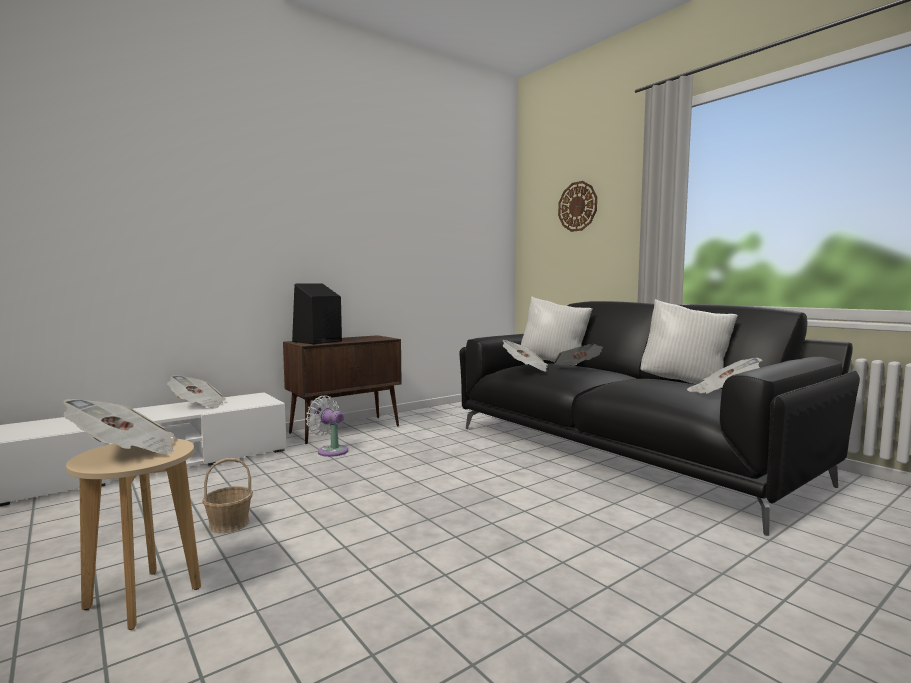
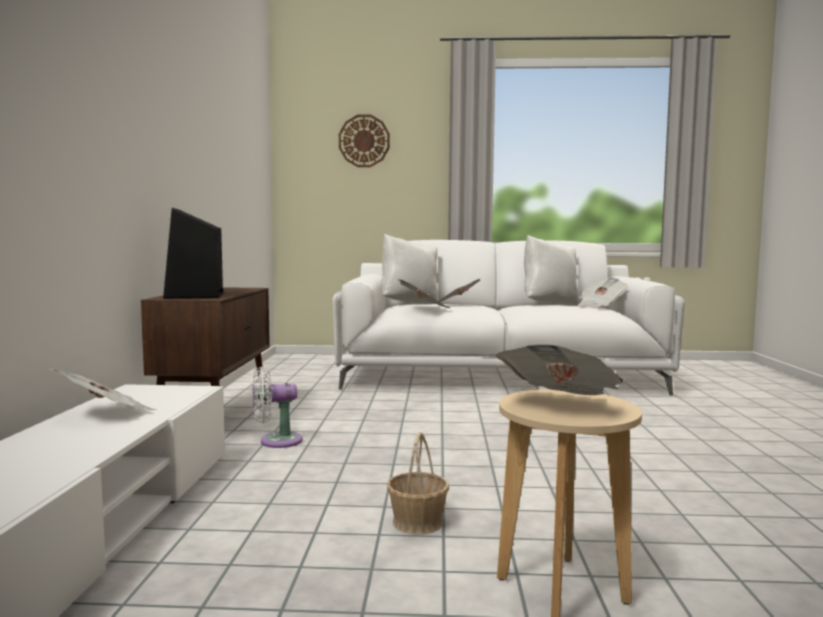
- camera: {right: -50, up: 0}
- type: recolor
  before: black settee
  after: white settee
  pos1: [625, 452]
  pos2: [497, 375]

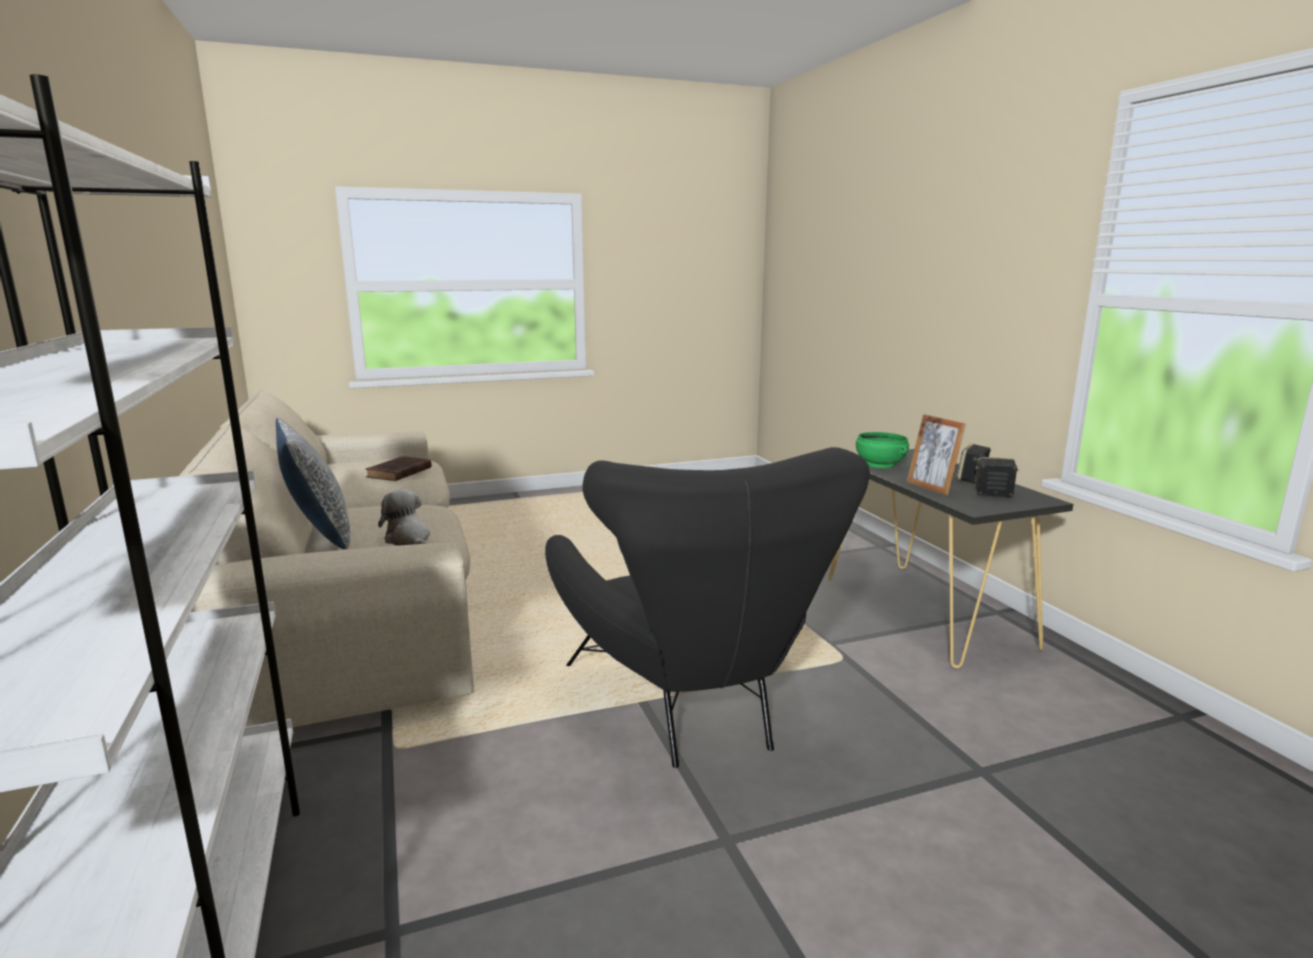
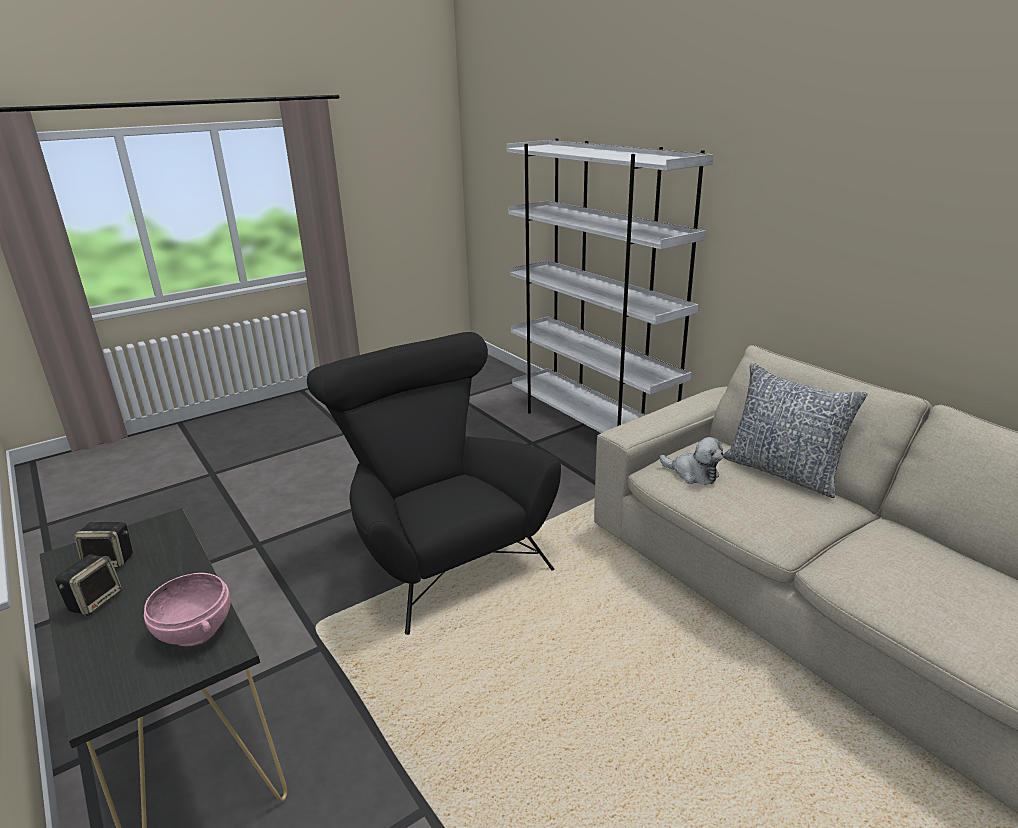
- camera: {right: 165, up: 10}
- type: delete
  before: brown-coloured bound book
  pos1: [398, 473]
- type: delete
  before: picture frame
  pos1: [931, 487]
- type: recolor
  before: greenish deep dish
  after: pink-coloured deep dish
  pos1: [879, 465]
  pos2: [196, 630]

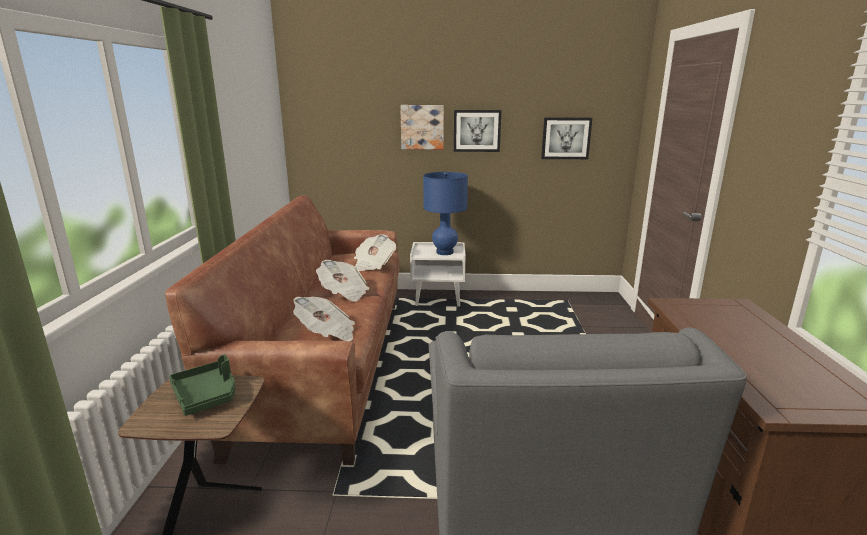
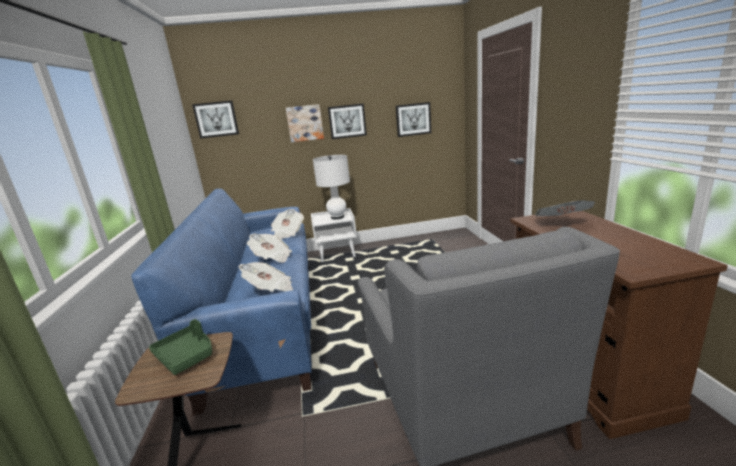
- camera: {right: -10, up: 0}
- type: insert
  after: wall picture
  pos2: [216, 119]
- type: insert
  after: printed paper
  pos2: [562, 223]
- type: recolor
  before: brown-coloured settee
  after: blue-coloured settee
  pos1: [327, 365]
  pos2: [265, 318]
- type: recolor
  before: blue-coloured table lamp
  after: white table lamp
  pos1: [444, 252]
  pos2: [337, 217]

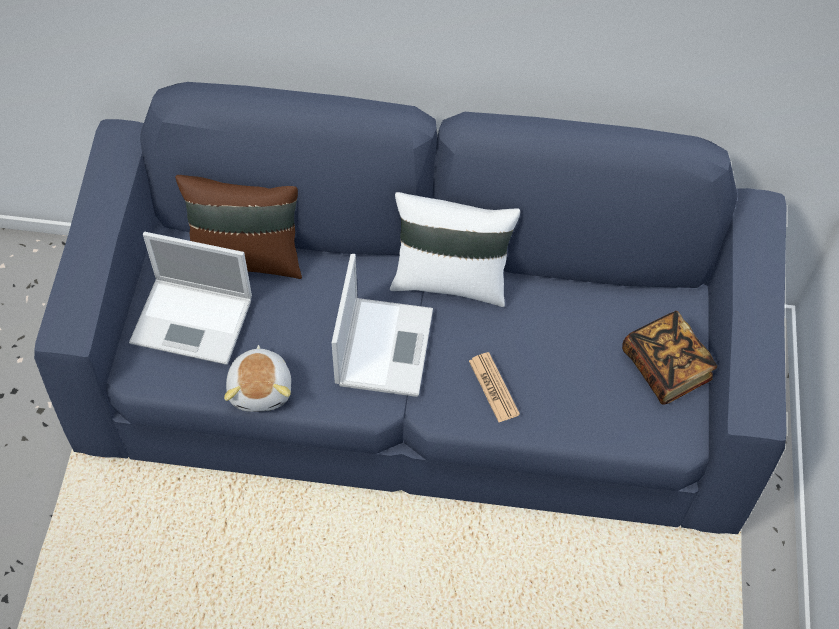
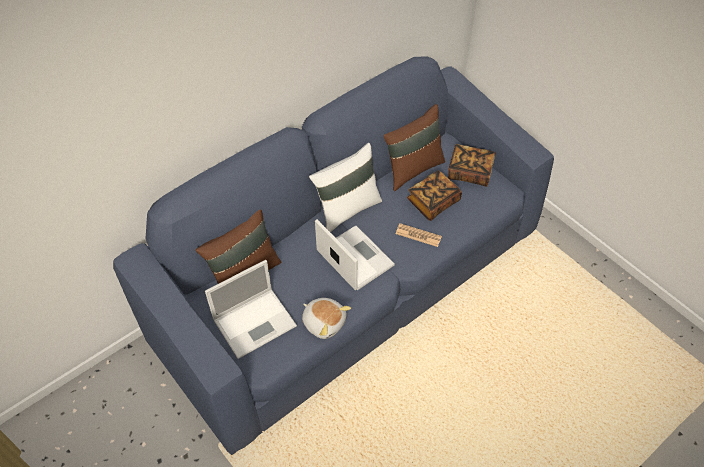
- camera: {right: -45, up: -5}
- type: insert
  after: brown-coloured throw pillow
  pos2: [412, 169]
- type: insert
  after: bound book
  pos2: [433, 202]

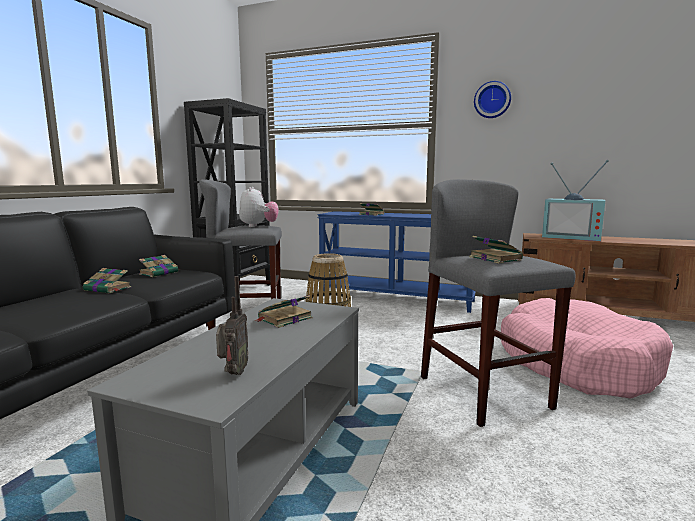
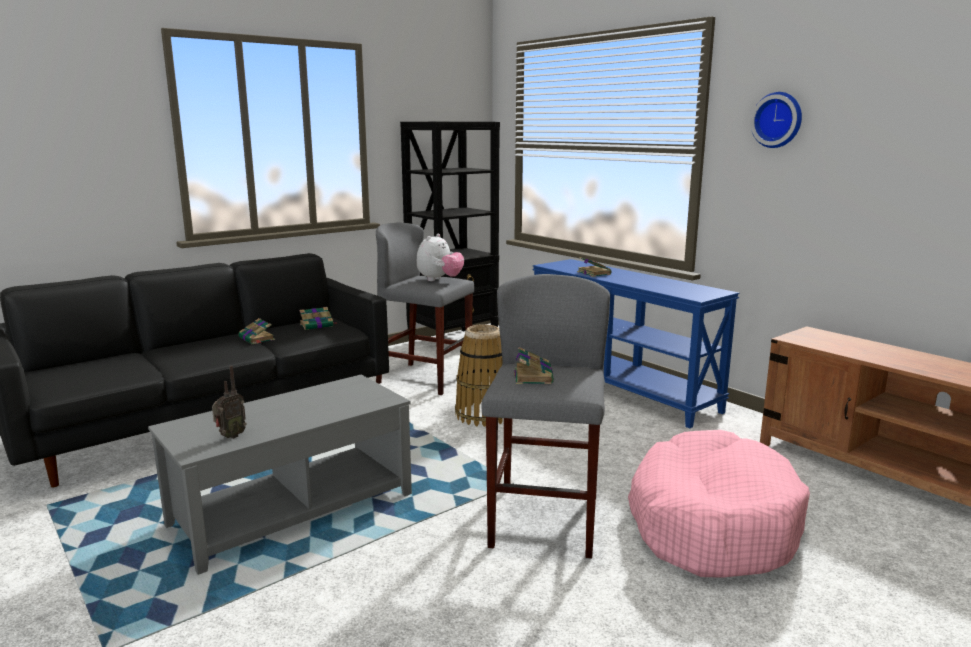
- camera: {right: 30, up: 5}
- type: delete
  before: bound book
  pos1: [284, 319]
- type: delete
  before: TV set
  pos1: [572, 237]

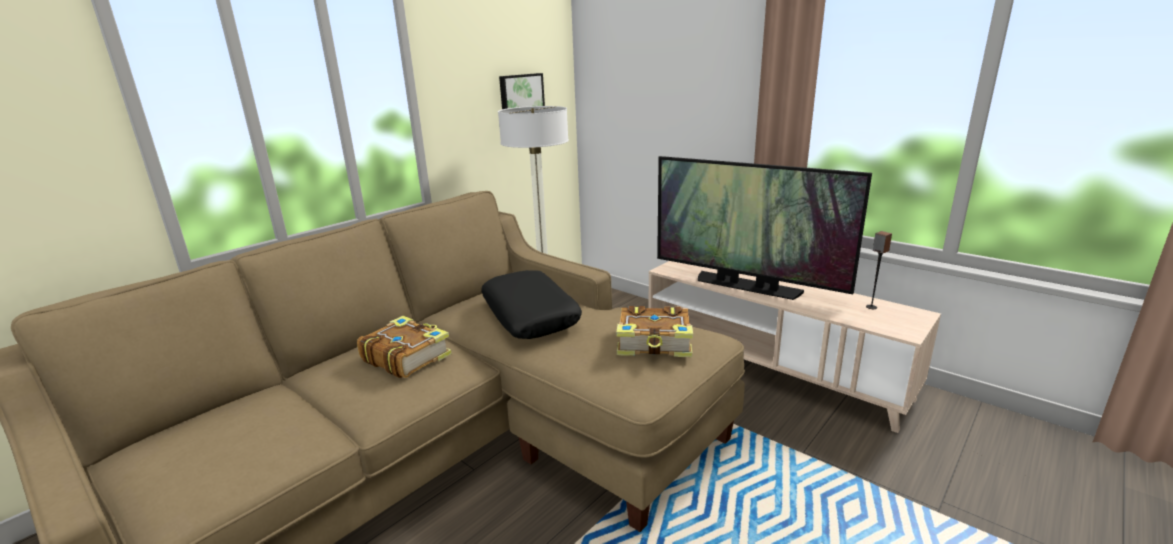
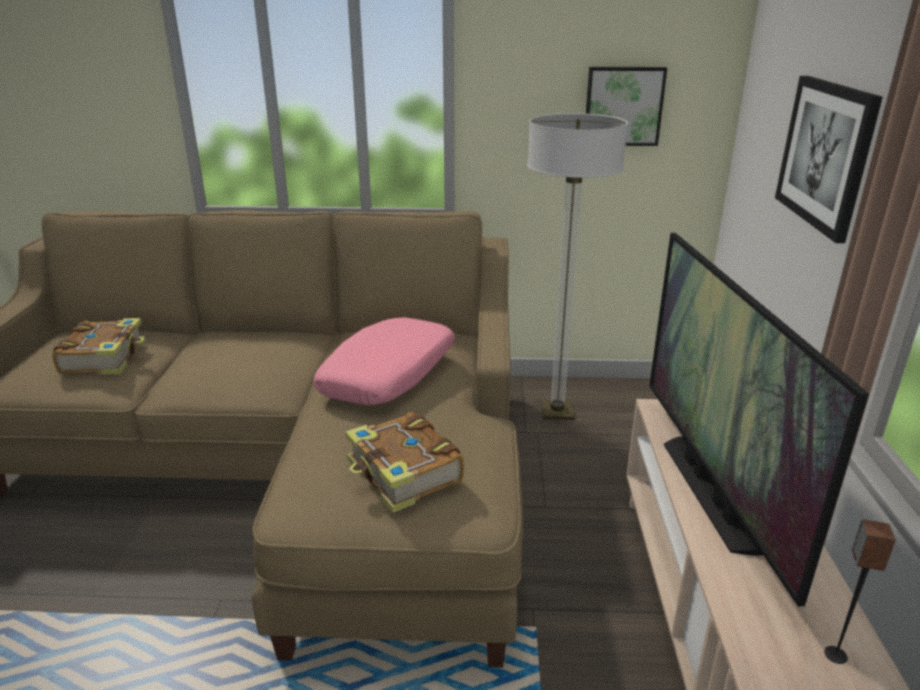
- camera: {right: 50, up: 5}
- type: insert
  after: wall picture
  pos2: [825, 154]
- type: move
  before: bound book
  pos1: [406, 357]
  pos2: [105, 358]
- type: recolor
  before: black throw pillow
  after: pink-coloured throw pillow
  pos1: [530, 315]
  pos2: [389, 375]

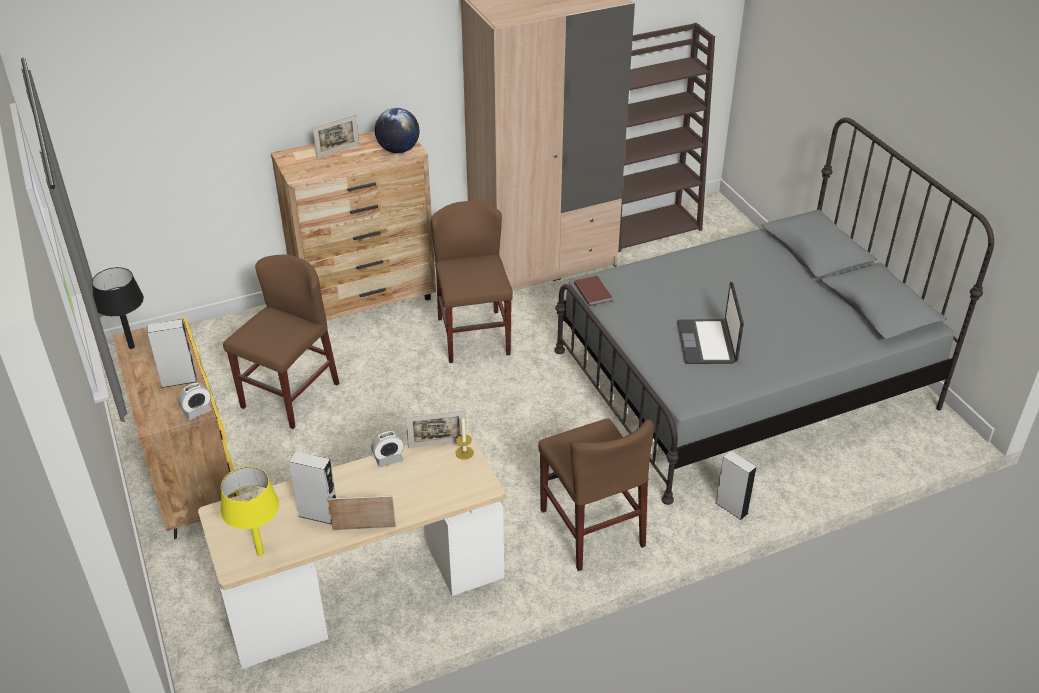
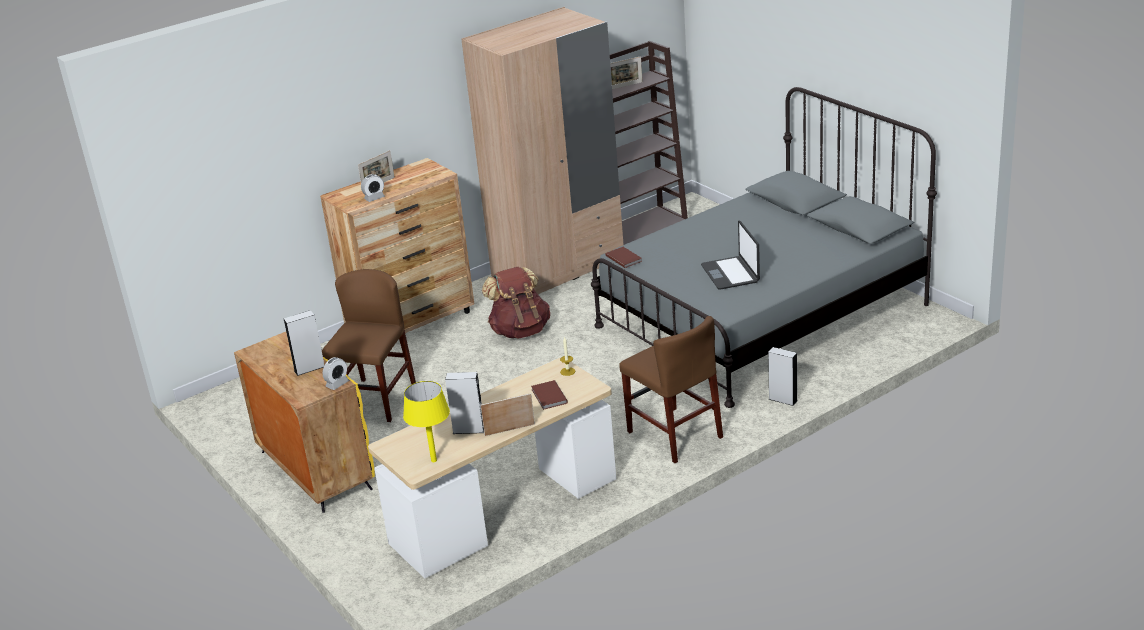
- camera: {right: -10, up: -10}
- type: delete
  before: black table lamp
  pos1: [131, 347]
- type: delete
  before: globe
  pos1: [398, 150]
- type: insert
  after: brown-coloured bound book
  pos2: [548, 397]
- type: move
  before: bedside clock
  pos1: [389, 459]
  pos2: [374, 198]
- type: move
  before: picture frame
  pos1: [437, 444]
  pos2: [625, 86]
- type: replace
  before: brown-coloured plain chair
  after: brown-coloured knapsack
  pos1: [473, 336]
  pos2: [520, 330]

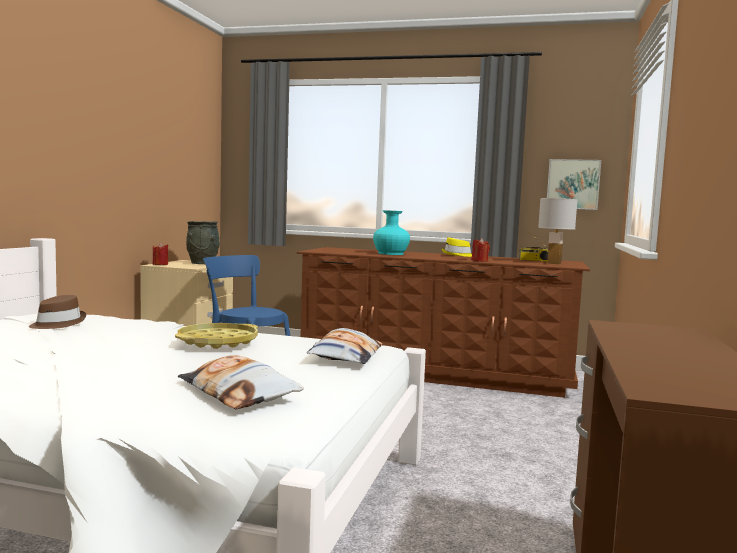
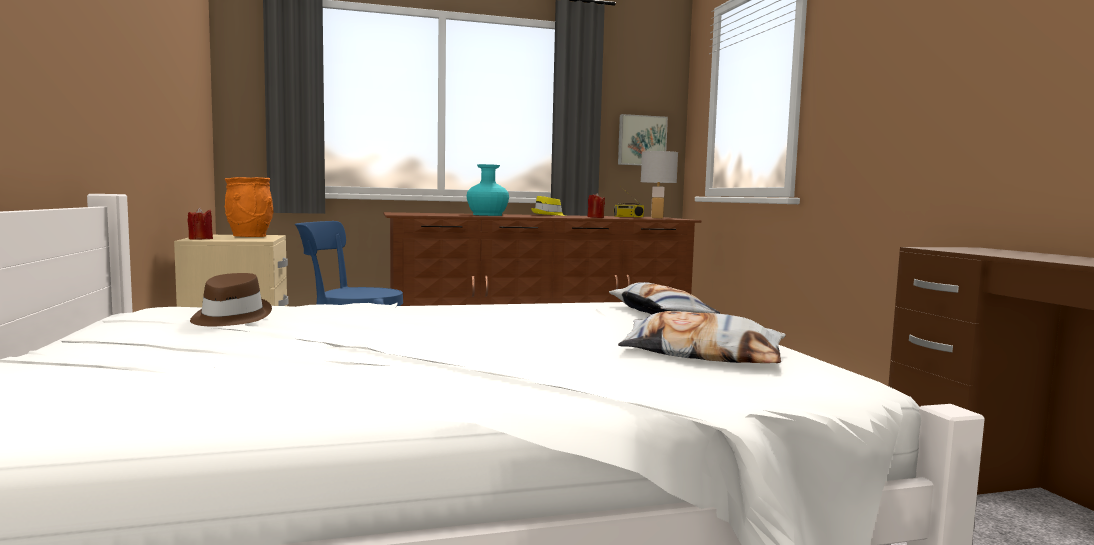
- camera: {right: -30, up: 0}
- type: delete
  before: yellow serving tray
  pos1: [218, 342]
- type: recolor
  before: grey vase
  after: orangey vase
  pos1: [203, 263]
  pos2: [250, 236]

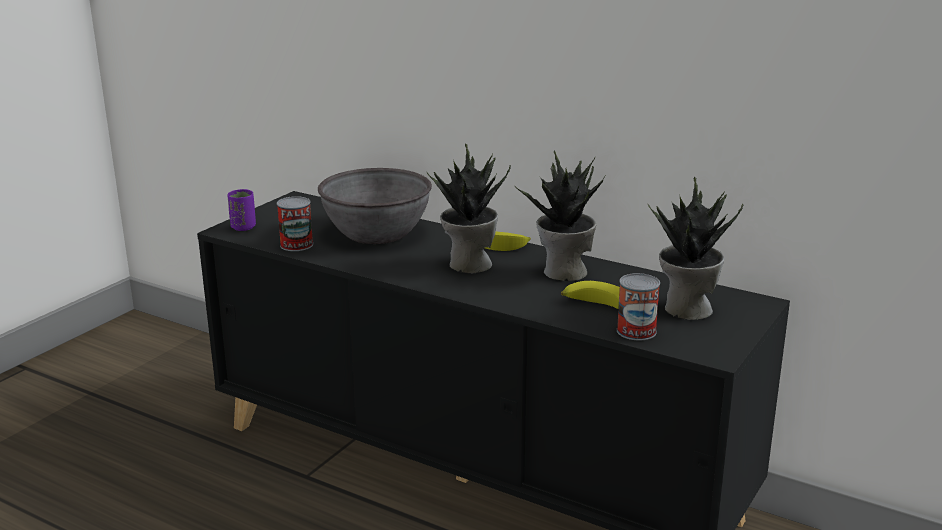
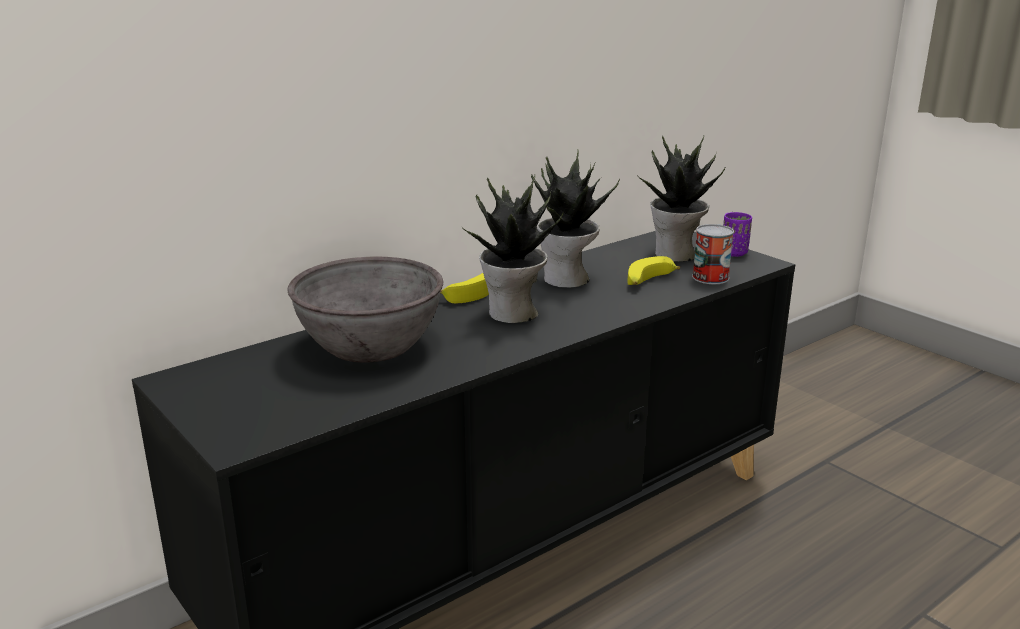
- camera: {right: -70, up: 0}
- type: delete
  before: sealed can
  pos1: [296, 245]
- type: move
  before: purple drinking cup
  pos1: [243, 227]
  pos2: [734, 253]

